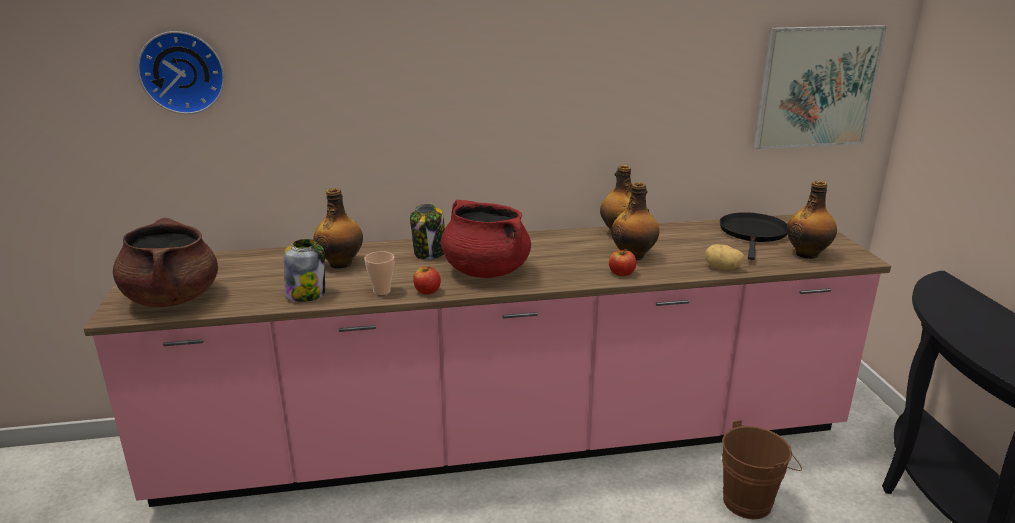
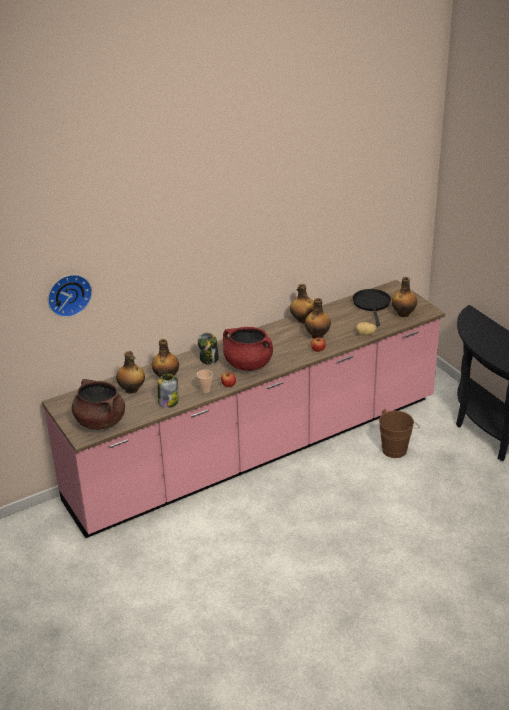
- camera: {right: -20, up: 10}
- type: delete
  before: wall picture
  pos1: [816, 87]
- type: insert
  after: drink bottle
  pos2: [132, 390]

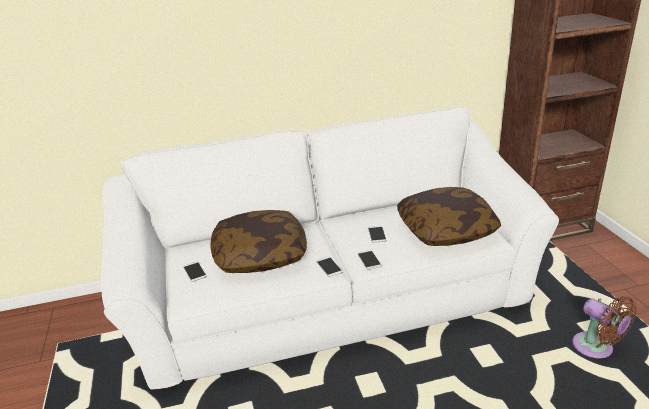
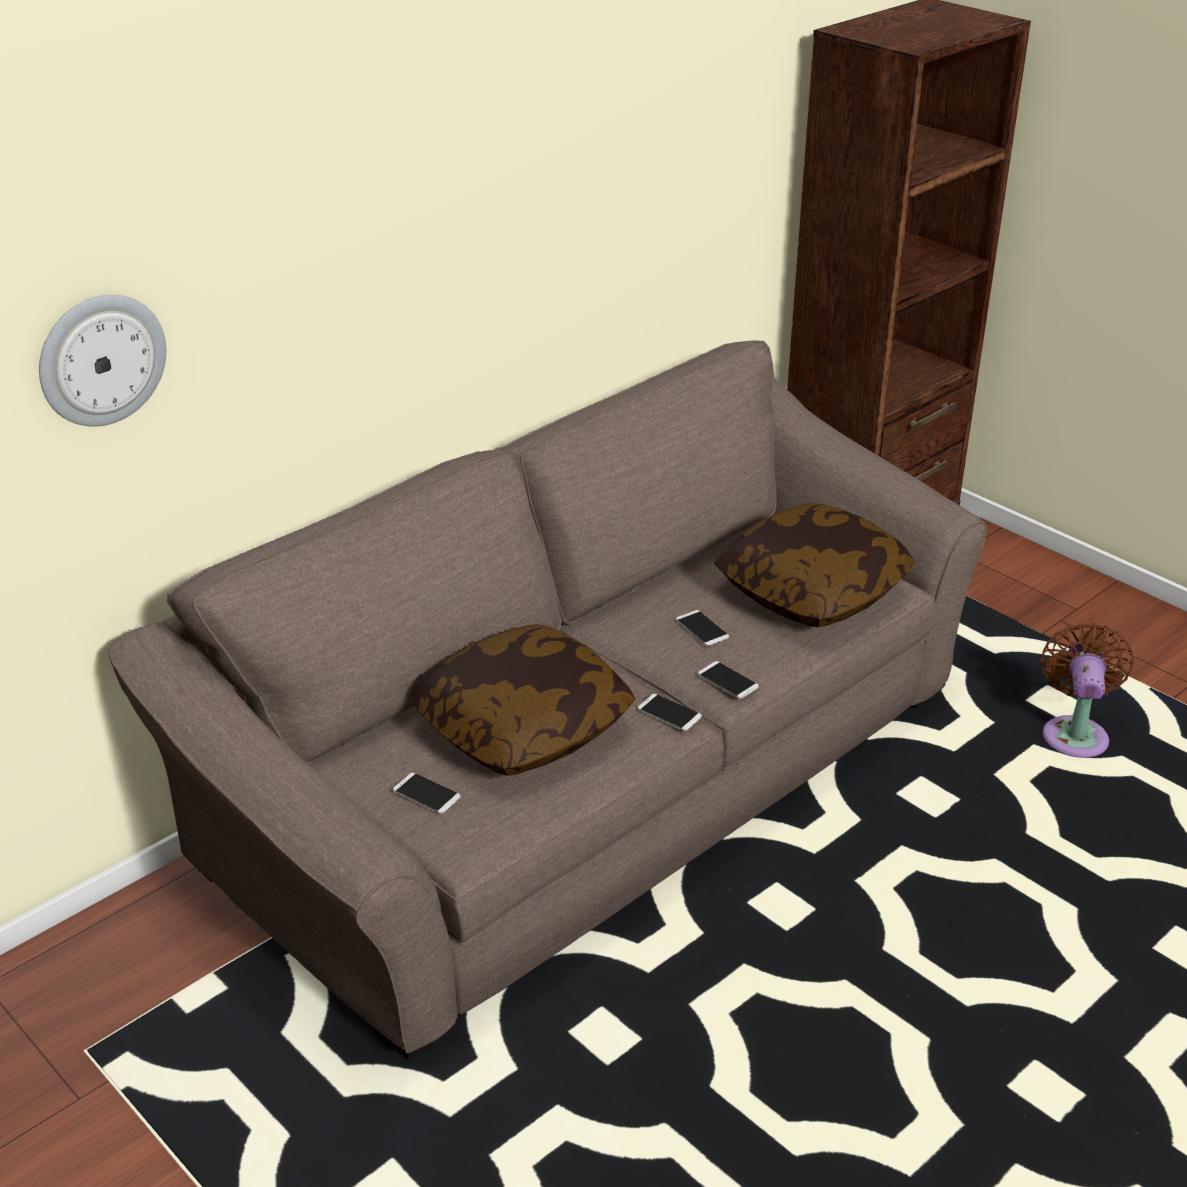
- camera: {right: -30, up: 5}
- type: insert
  after: wall clock
  pos2: [101, 359]
- type: recolor
  before: white settee
  after: brown-coloured settee
  pos1: [330, 298]
  pos2: [593, 778]
- type: rotate
  before: brown-coloured cooling fan
  pos1: [596, 348]
  pos2: [1075, 733]
  turn: -105

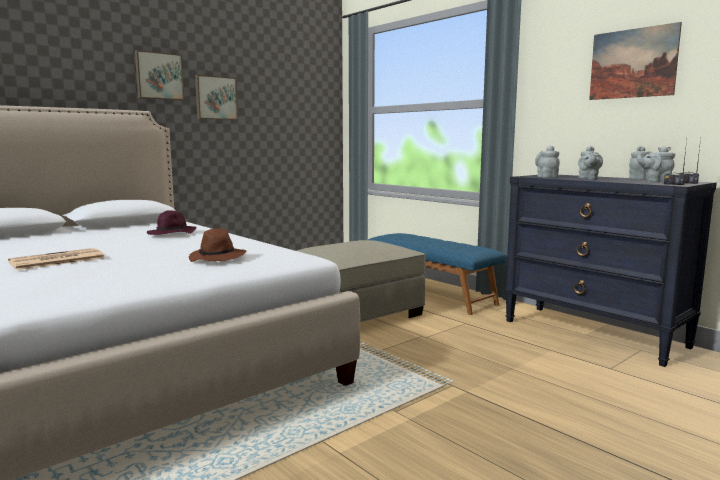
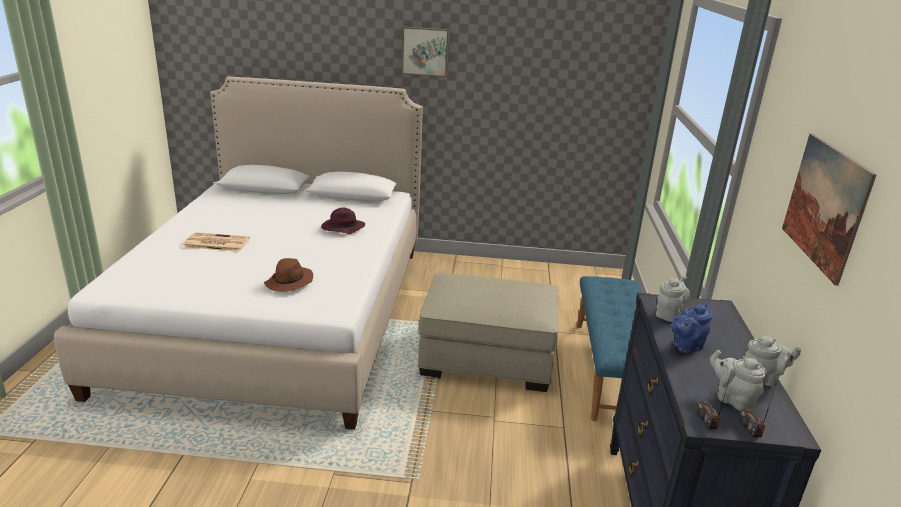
- camera: {right: 45, up: 15}
- type: delete
  before: wall picture
  pos1: [215, 98]
- type: recolor
  before: grey teapot
  after: blue-coloured teapot
  pos1: [588, 179]
  pos2: [685, 346]

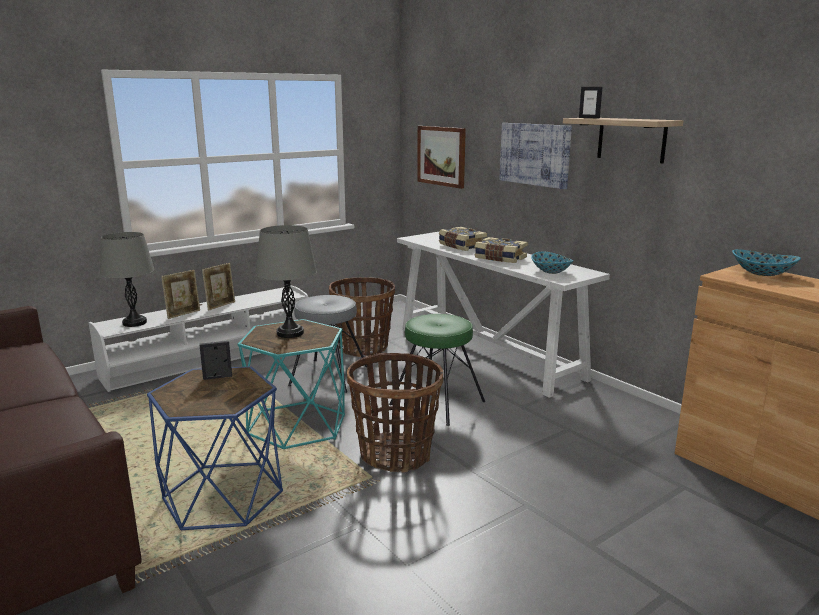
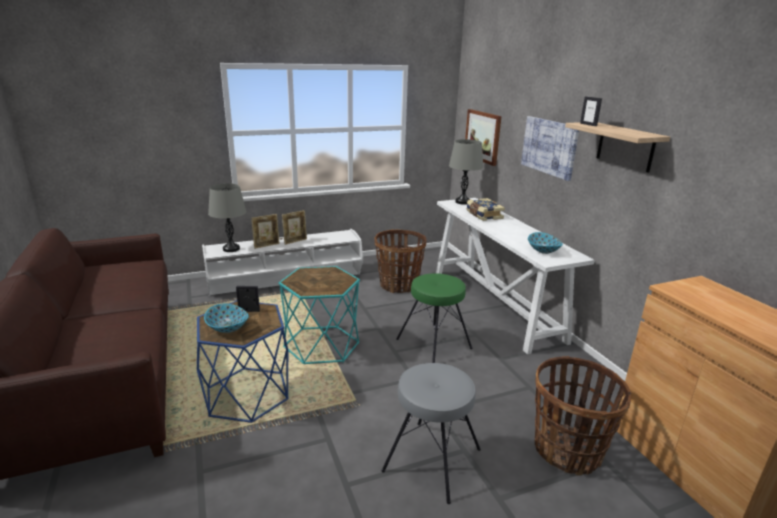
- camera: {right: 15, up: 5}
- type: delete
  before: bound book
  pos1: [500, 258]
- type: move
  before: grey table lamp
  pos1: [290, 333]
  pos2: [462, 202]
- type: move
  before: grey sitting stool
  pos1: [328, 375]
  pos2: [431, 459]
- type: move
  before: storage basket
  pos1: [395, 454]
  pos2: [567, 451]
- type: move
  before: deep dish
  pos1: [762, 273]
  pos2: [228, 328]

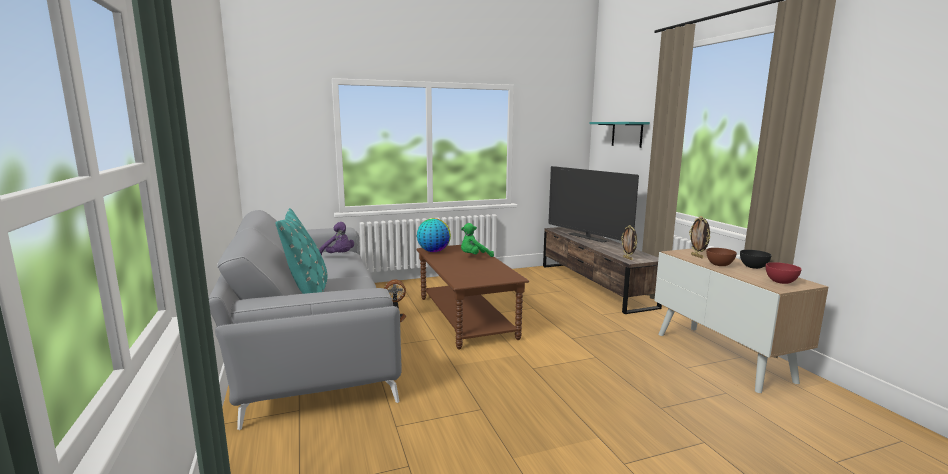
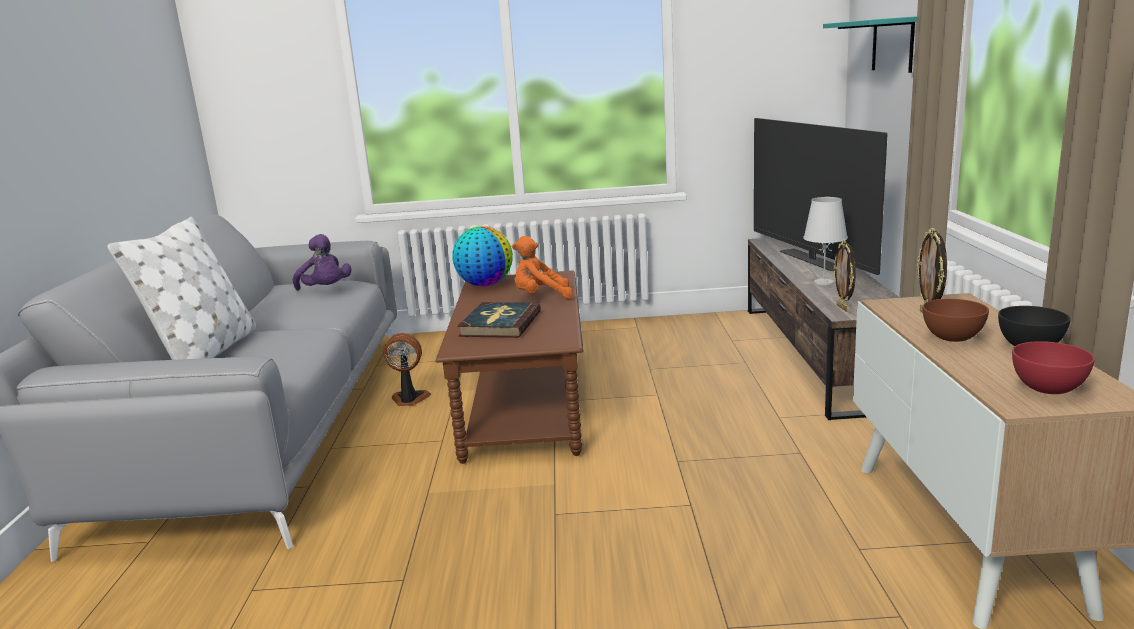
- camera: {right: 20, up: 5}
- type: insert
  after: bound book
  pos2: [500, 324]
- type: insert
  after: white table lamp
  pos2: [823, 282]
- type: recolor
  before: turquoise throw pillow
  after: white throw pillow
  pos1: [307, 291]
  pos2: [206, 353]
- type: recolor
  before: greenish soft toy
  after: orangey soft toy
  pos1: [474, 257]
  pos2: [540, 297]

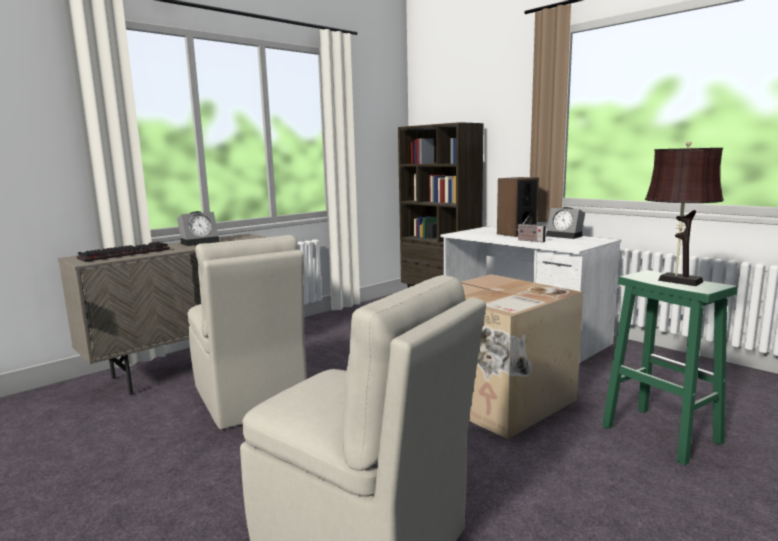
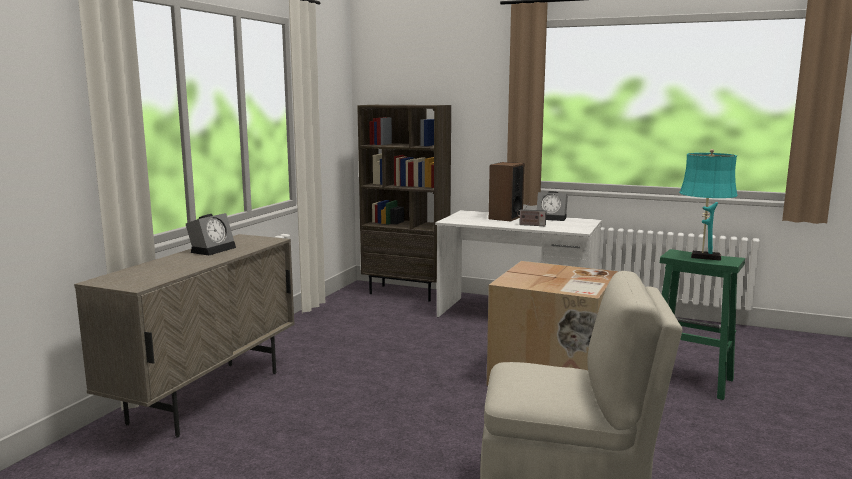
- camera: {right: -25, up: 0}
- type: delete
  before: PC keyboard
  pos1: [126, 254]
- type: delete
  before: beige-coloured plain chair
  pos1: [249, 398]
- type: recolor
  before: brown-coloured table lamp
  after: turquoise table lamp
  pos1: [676, 280]
  pos2: [702, 257]

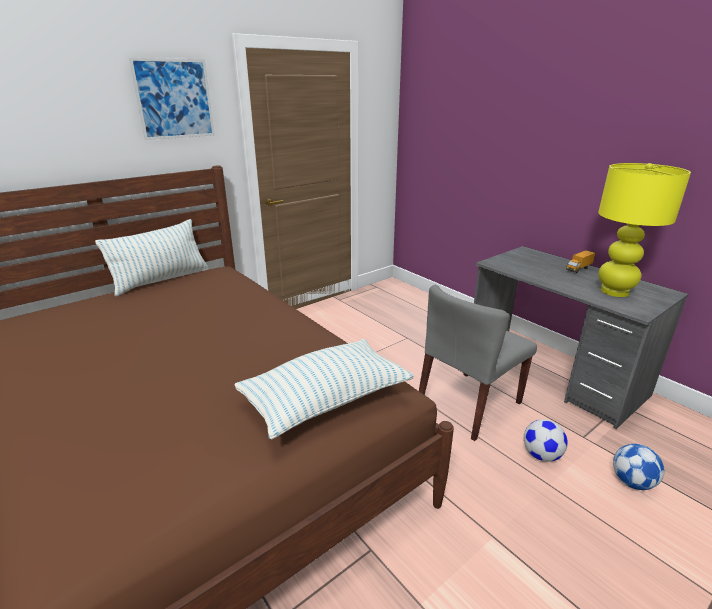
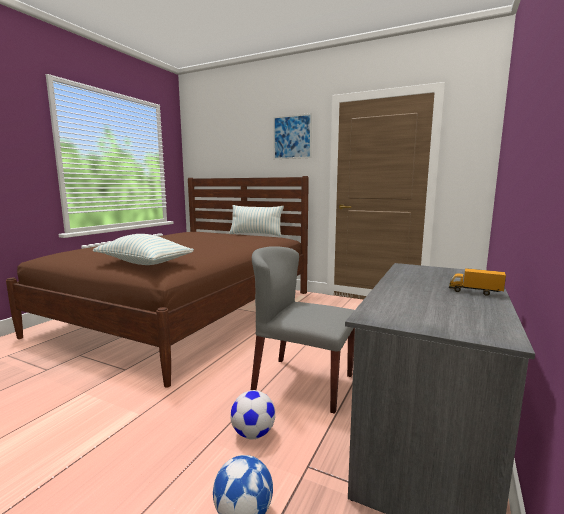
- camera: {right: 65, up: -15}
- type: delete
  before: yellow table lamp
  pos1: [615, 291]

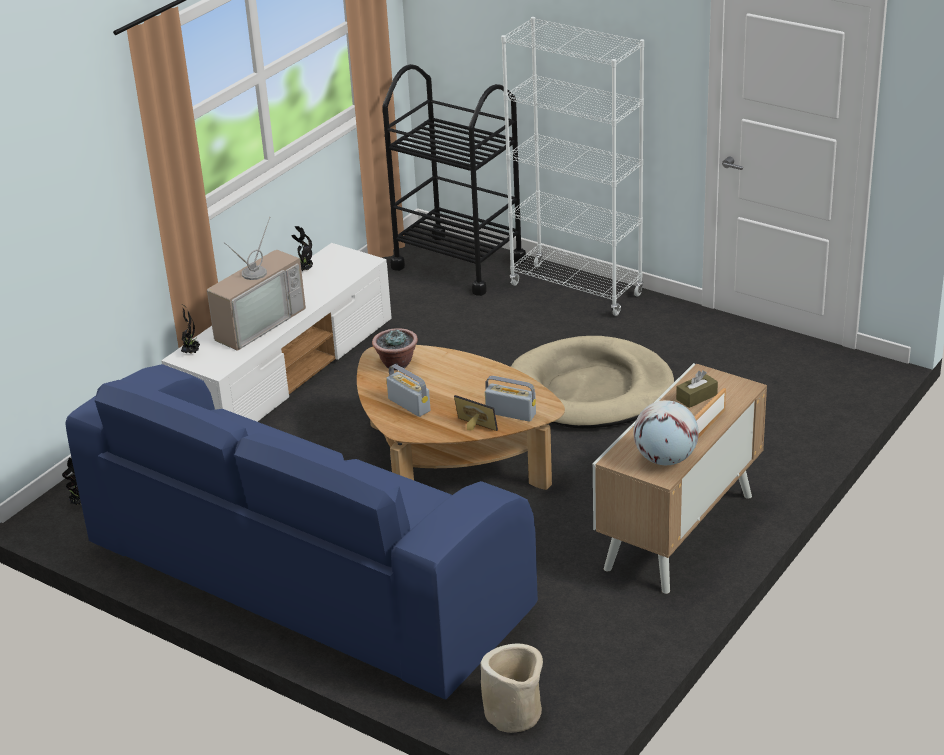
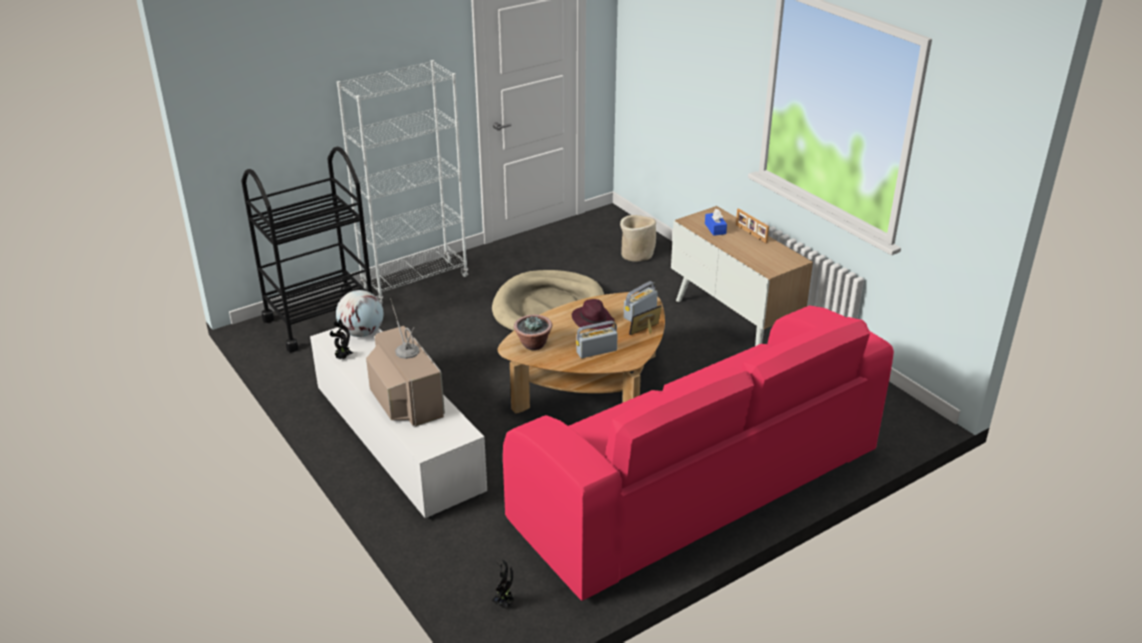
- camera: {right: -70, up: 0}
- type: delete
  before: potted plant
  pos1: [191, 352]
- type: insert
  after: purple wearable hat
  pos2: [592, 320]
- type: move
  before: beige-coloured plant pot
  pos1: [514, 713]
  pos2: [636, 254]
- type: move
  before: globe
  pos1: [665, 459]
  pos2: [362, 333]
- type: recolor
  before: blue-coloured settee
  after: pink-coloured settee
  pos1: [306, 578]
  pos2: [696, 488]
- type: recolor
  before: brown-coloured tissue holder
  after: blue-coloured tissue holder
  pos1: [696, 397]
  pos2: [715, 229]

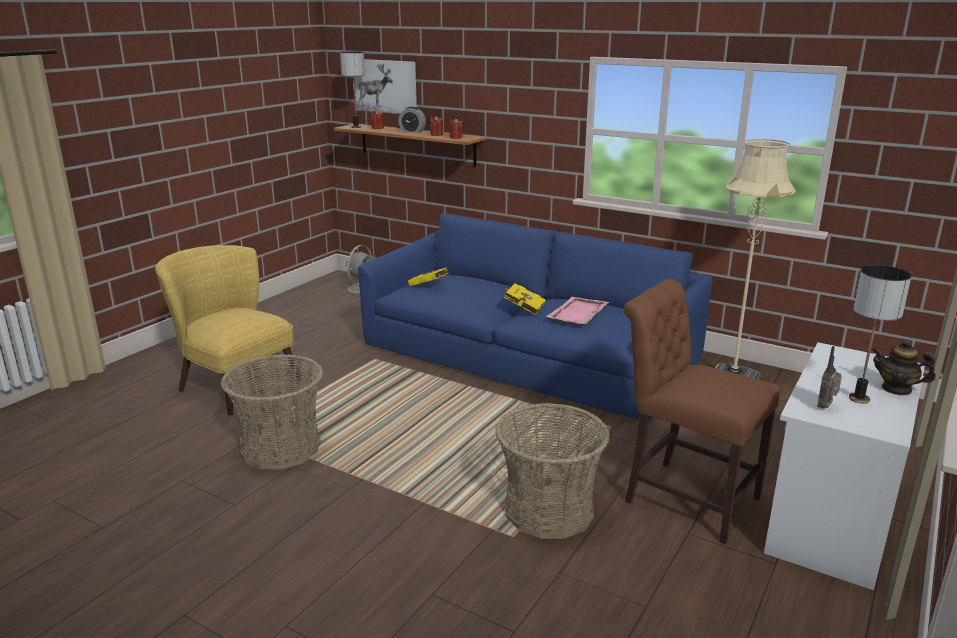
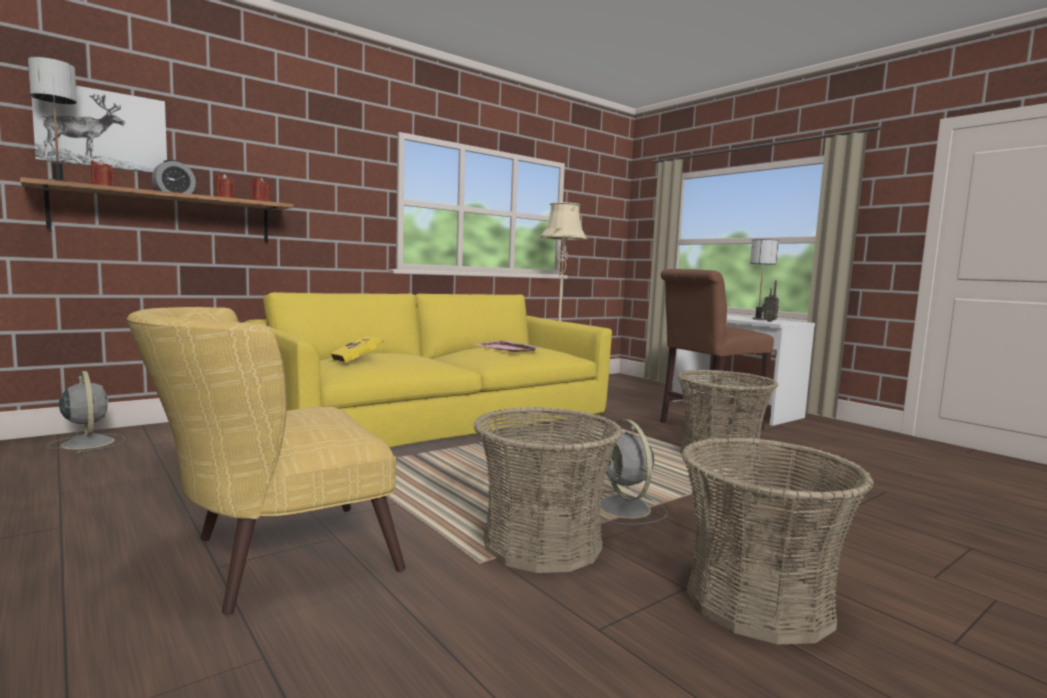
- camera: {right: -70, up: -15}
- type: delete
  before: yellow bound book
  pos1: [523, 308]
- type: delete
  before: teapot
  pos1: [896, 389]
- type: insert
  after: grey cooling fan
  pos2: [625, 509]
- type: insert
  after: storage basket
  pos2: [758, 601]
- type: recolor
  before: blue-coloured settee
  after: yellow settee
  pos1: [529, 354]
  pos2: [438, 418]

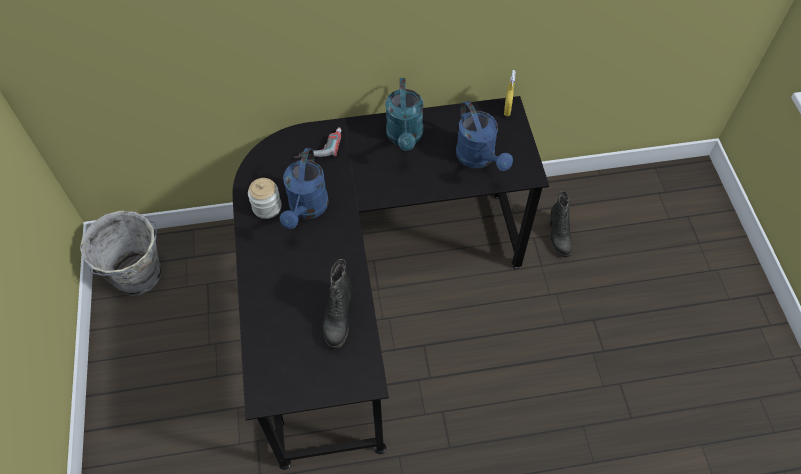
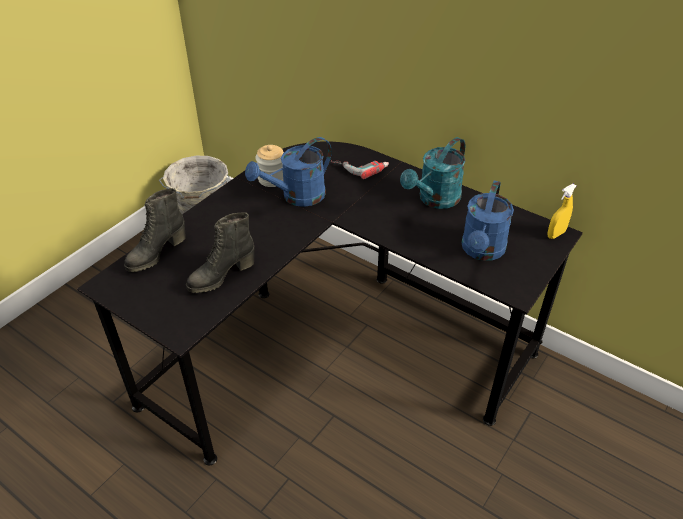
- camera: {right: 45, up: -15}
- type: move
  before: black high-top boot
  pos1: [558, 236]
  pos2: [156, 253]

